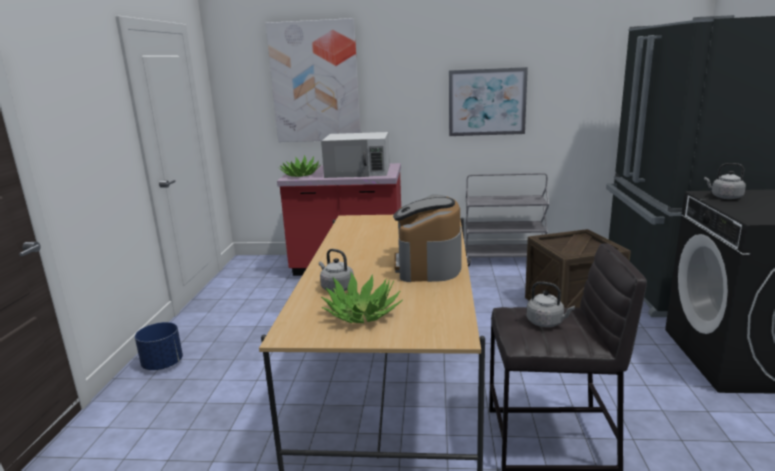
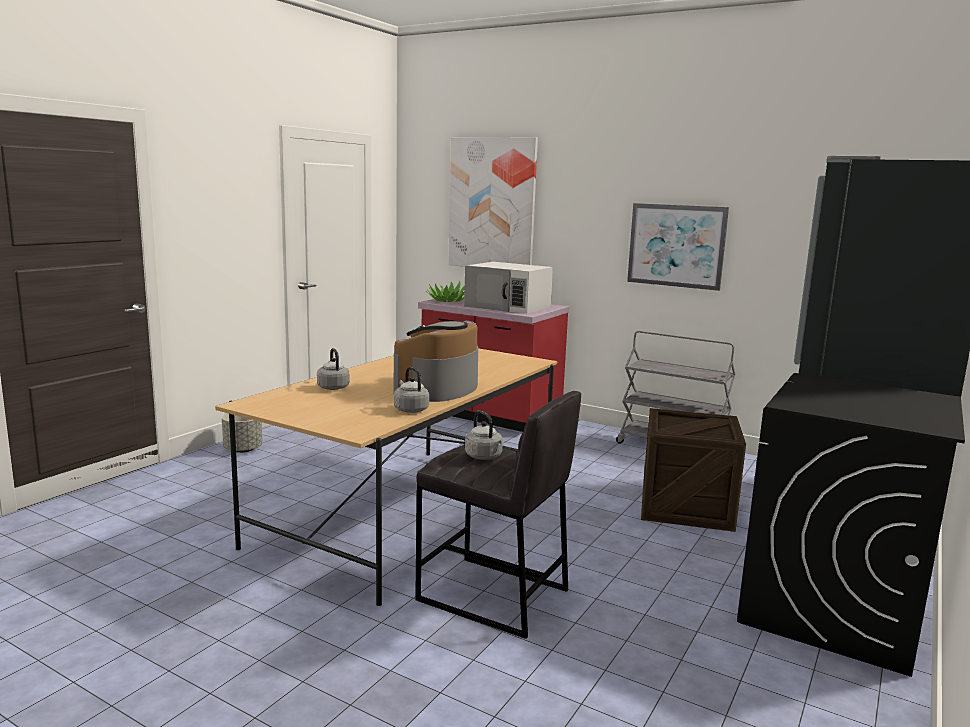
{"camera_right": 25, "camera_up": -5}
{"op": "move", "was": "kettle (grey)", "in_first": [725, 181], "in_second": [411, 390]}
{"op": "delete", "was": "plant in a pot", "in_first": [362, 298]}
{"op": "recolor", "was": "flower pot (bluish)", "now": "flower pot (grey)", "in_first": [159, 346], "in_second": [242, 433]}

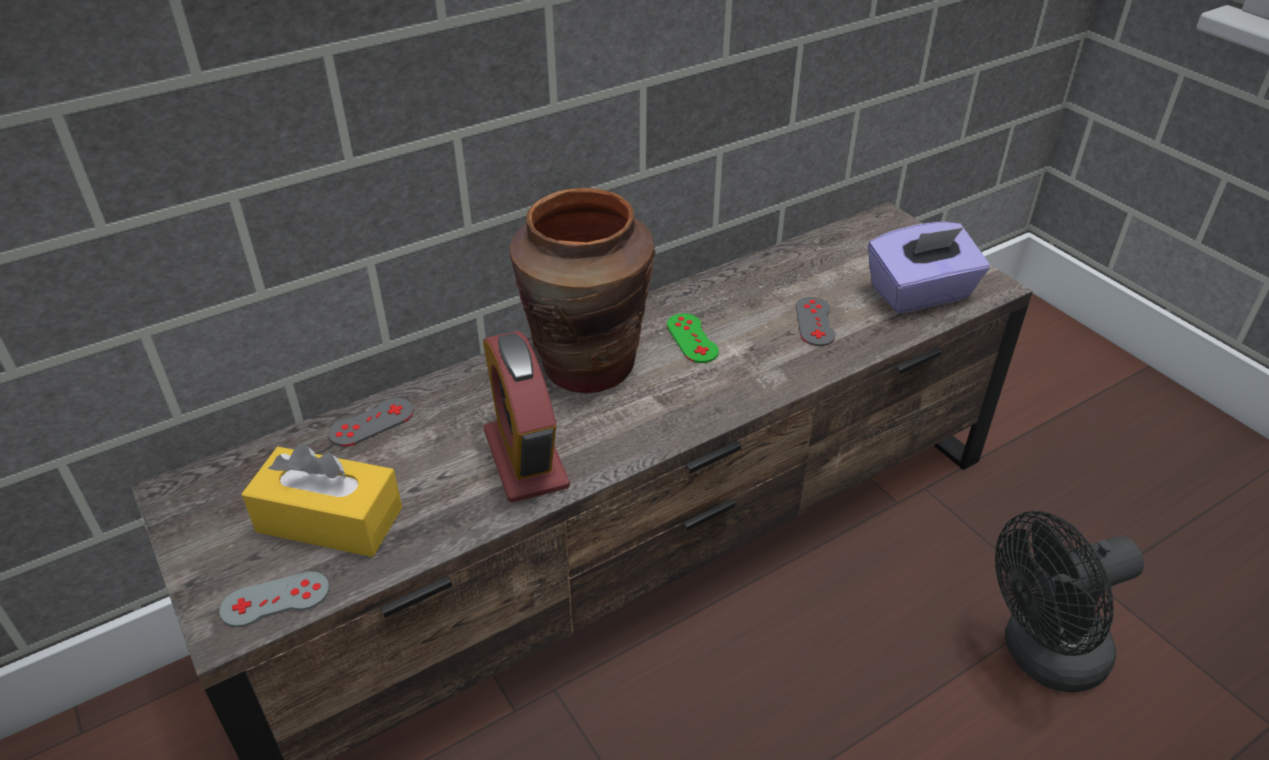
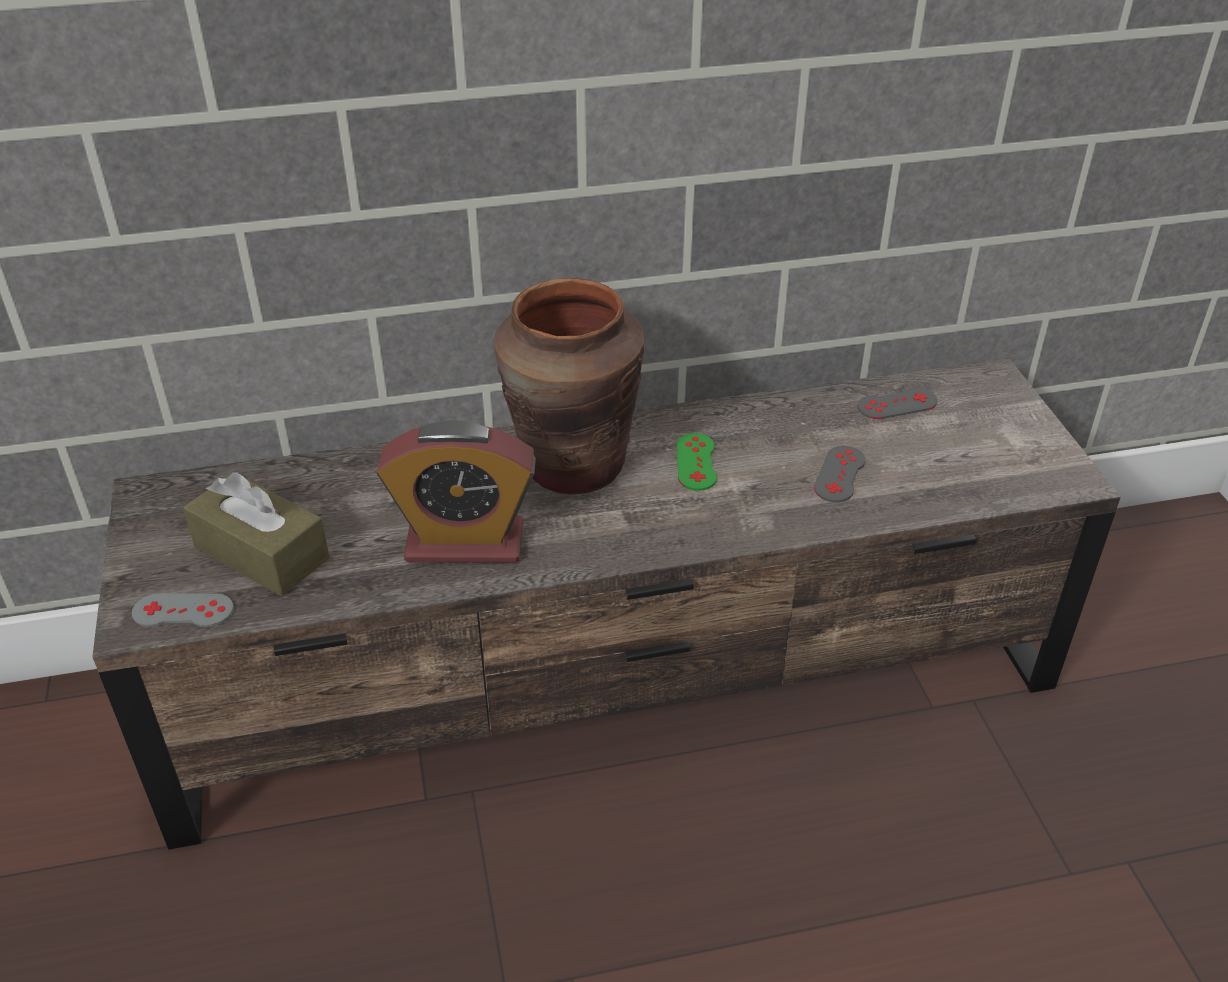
{"camera_right": 20, "camera_up": 0}
{"op": "delete", "was": "tissue box (purple)", "in_first": [929, 267]}
{"op": "rotate", "was": "alarm clock", "in_first": [526, 417], "in_second": [456, 491], "clockwise": -90}
{"op": "move", "was": "game controller (grey)", "in_first": [371, 422], "in_second": [897, 403]}
{"op": "recolor", "was": "tissue box (yellow)", "now": "tissue box (brown-coloured)", "in_first": [322, 500], "in_second": [256, 534]}
{"op": "delete", "was": "fan (blackish)", "in_first": [1069, 602]}

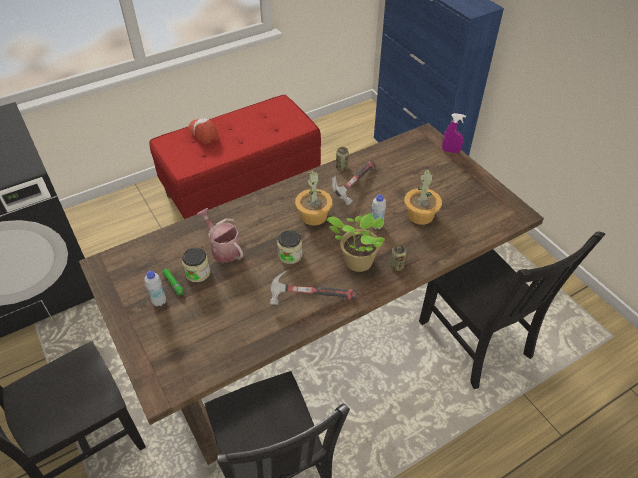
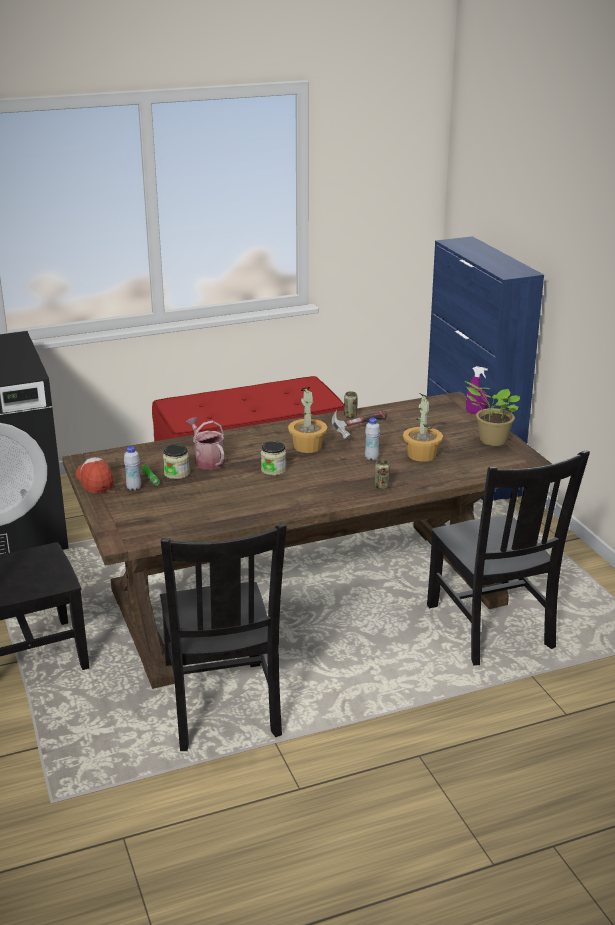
{"camera_right": 10, "camera_up": -20}
{"op": "move", "was": "peaked cap", "in_first": [203, 131], "in_second": [94, 475]}
{"op": "move", "was": "plant in a pot", "in_first": [355, 242], "in_second": [492, 413]}
{"op": "delete", "was": "tool hammer", "in_first": [313, 287]}

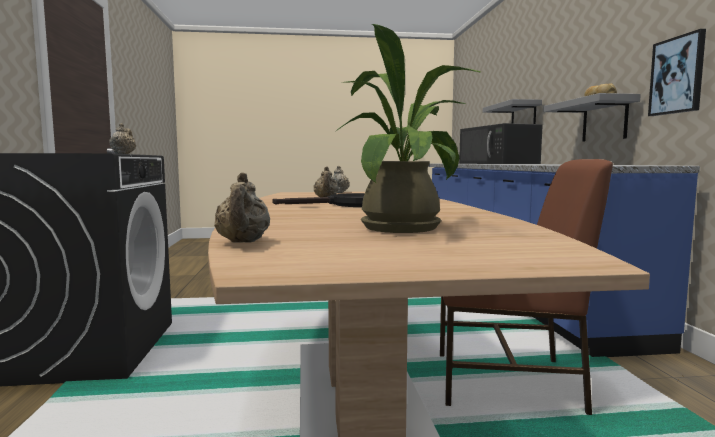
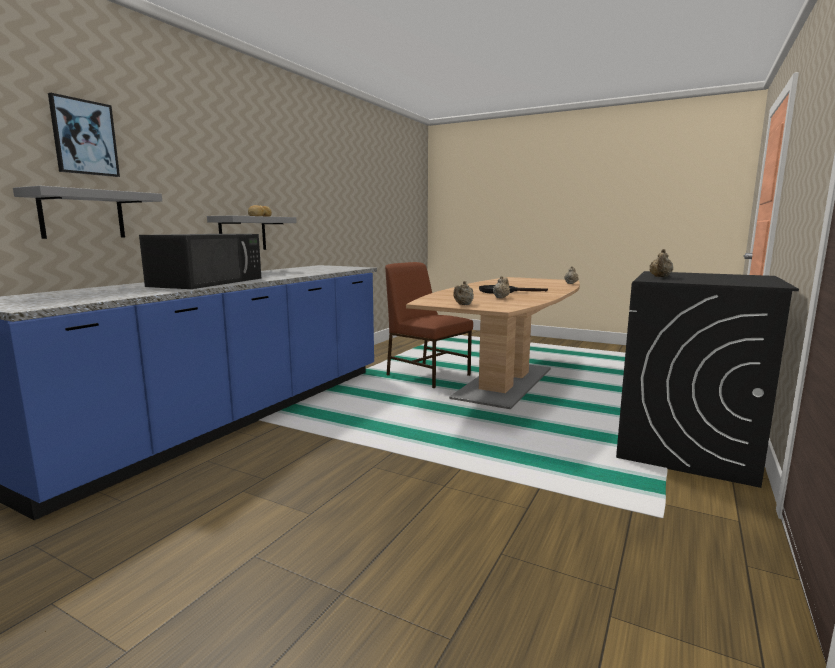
{"camera_right": -145, "camera_up": 5}
{"op": "delete", "was": "plant in a pot", "in_first": [408, 128]}
{"op": "move", "was": "wall art", "in_first": [677, 72], "in_second": [84, 135]}

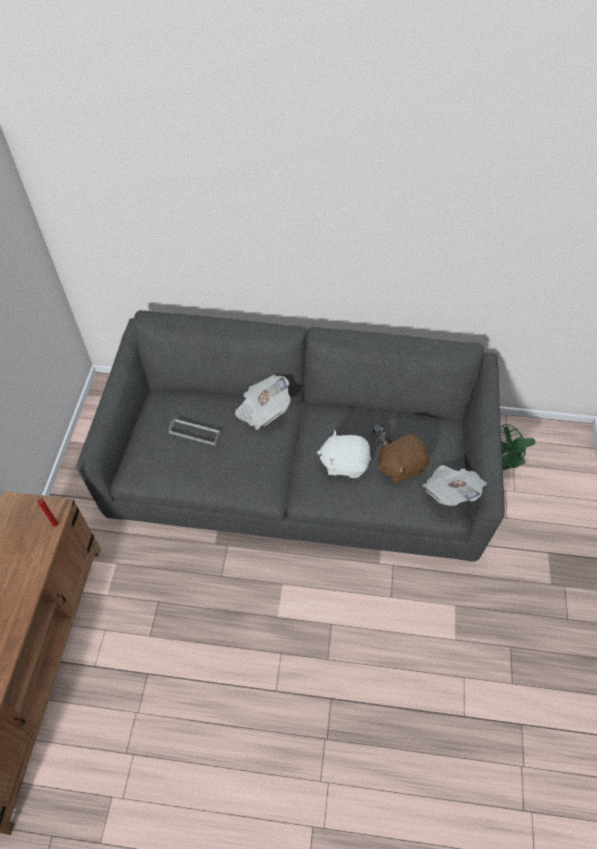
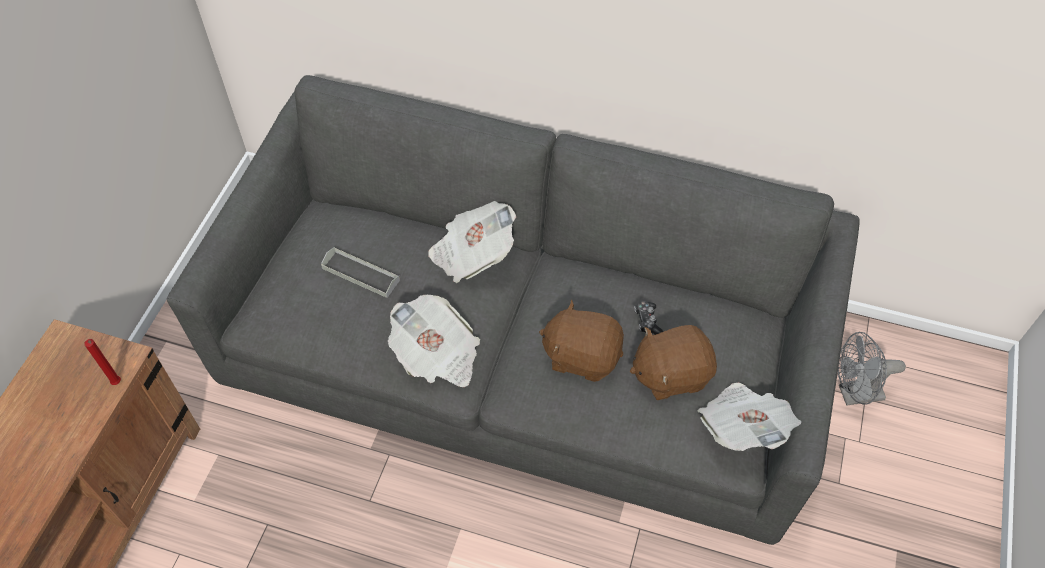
{"camera_right": 10, "camera_up": 0}
{"op": "recolor", "was": "fan (green)", "now": "fan (grey)", "in_first": [518, 447], "in_second": [872, 369]}
{"op": "recolor", "was": "plush toy (white)", "now": "plush toy (brown-coloured)", "in_first": [344, 453], "in_second": [581, 341]}
{"op": "insert", "now": "printed paper", "in_second": [434, 341]}

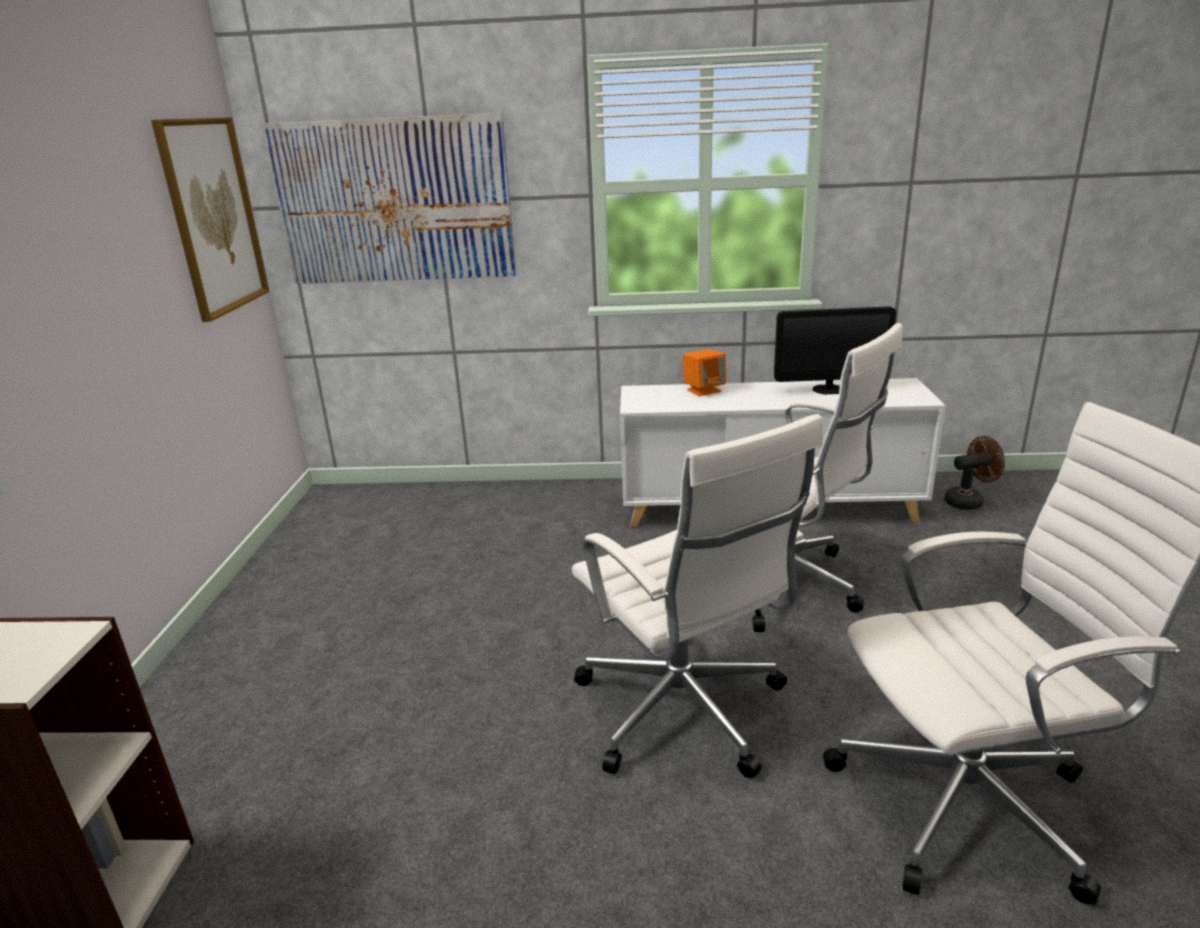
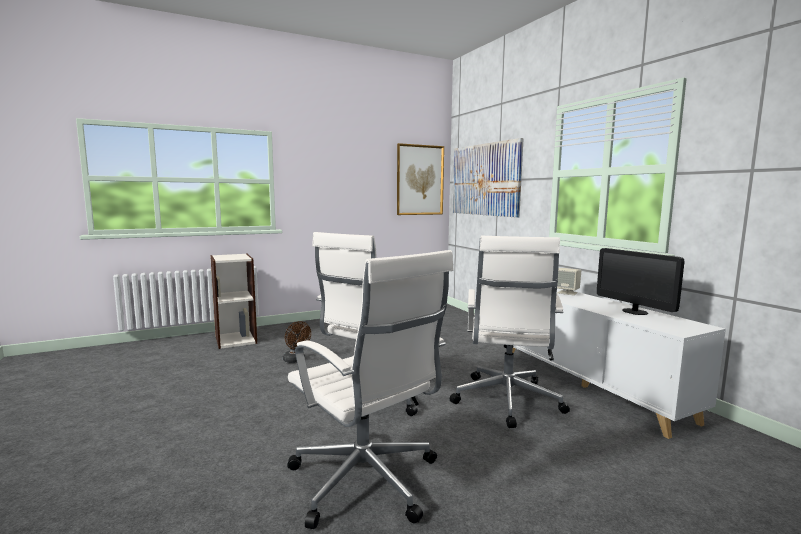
{"camera_right": 60, "camera_up": -15}
{"op": "recolor", "was": "audio speaker (orange)", "now": "audio speaker (sand-coloured)", "in_first": [704, 372], "in_second": [569, 282]}
{"op": "move", "was": "fan (brown-coloured)", "in_first": [974, 473], "in_second": [297, 342]}

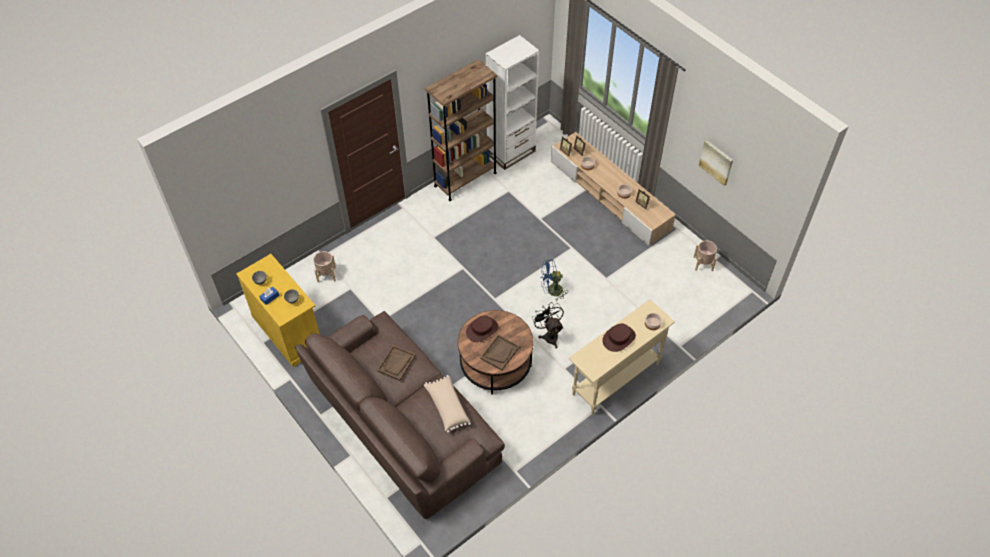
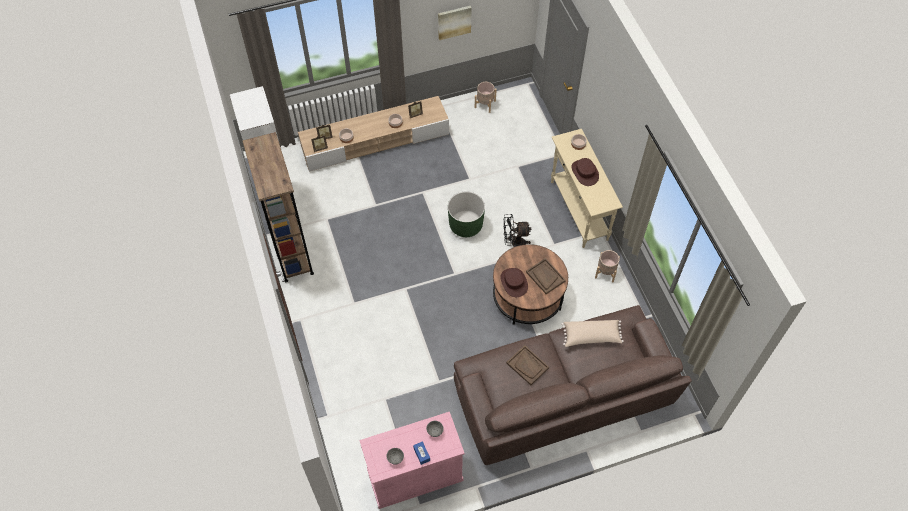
{"camera_right": -70, "camera_up": 5}
{"op": "move", "was": "flower pot (sand-coloured)", "in_first": [325, 266], "in_second": [607, 266]}
{"op": "recolor", "was": "storage cabinet (yellow)", "now": "storage cabinet (pink-coloured)", "in_first": [278, 310], "in_second": [412, 460]}
{"op": "replace", "was": "fan (bluish)", "now": "flower pot (green)", "in_first": [553, 280], "in_second": [466, 214]}

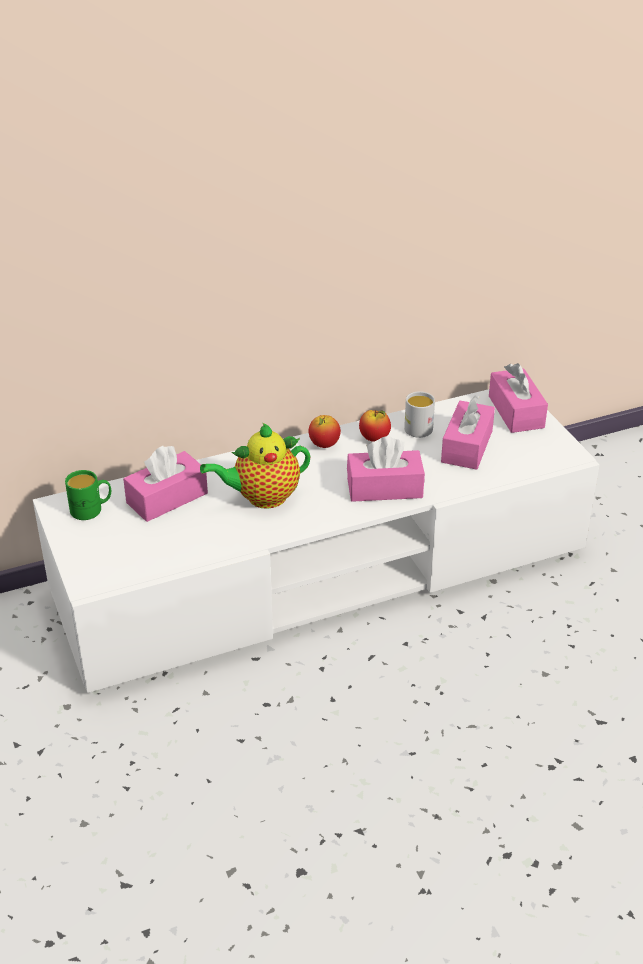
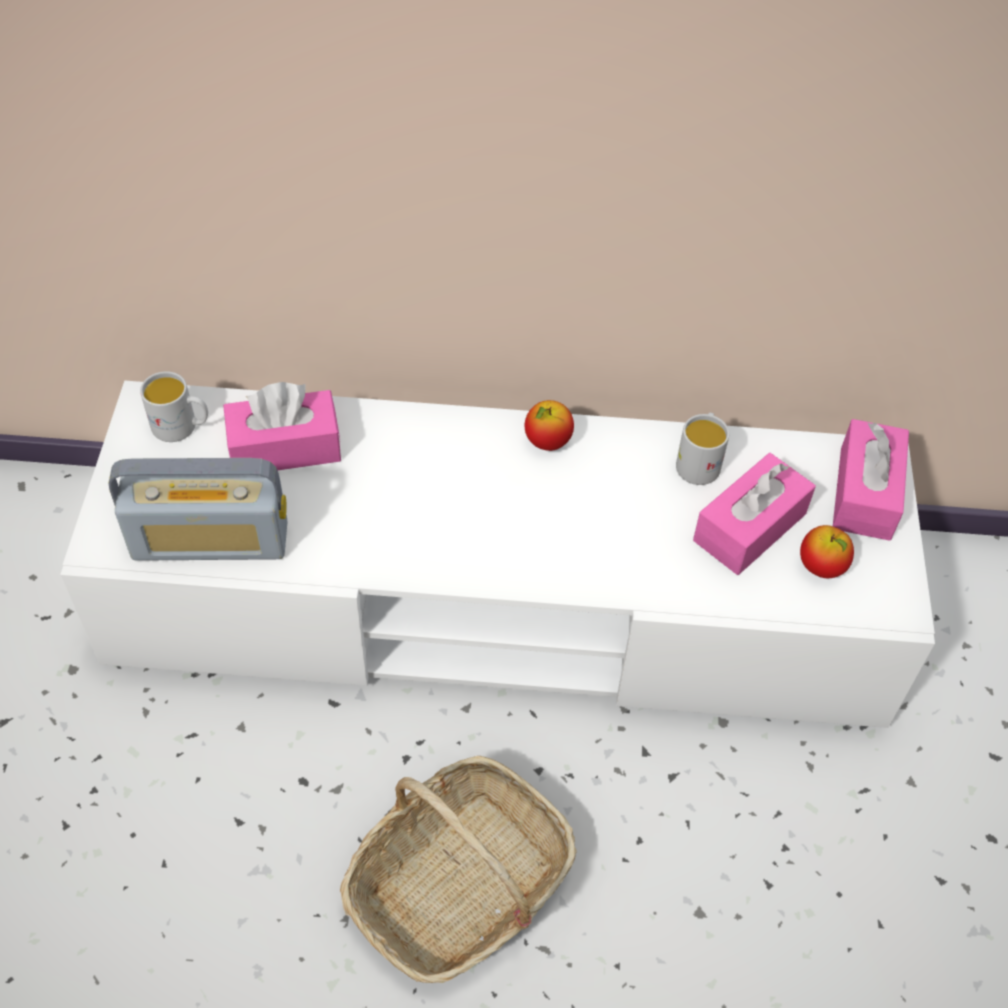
{"camera_right": 25, "camera_up": 15}
{"op": "move", "was": "whole apple", "in_first": [375, 426], "in_second": [827, 551]}
{"op": "delete", "was": "pot for tea", "in_first": [255, 466]}
{"op": "delete", "was": "tissue box (pink-coloured)", "in_first": [386, 469]}
{"op": "recolor", "was": "coffee mug (green)", "now": "coffee mug (white)", "in_first": [88, 495], "in_second": [174, 406]}
{"op": "insert", "now": "radio set", "in_second": [198, 509]}
{"op": "insert", "now": "household basket", "in_second": [458, 869]}

